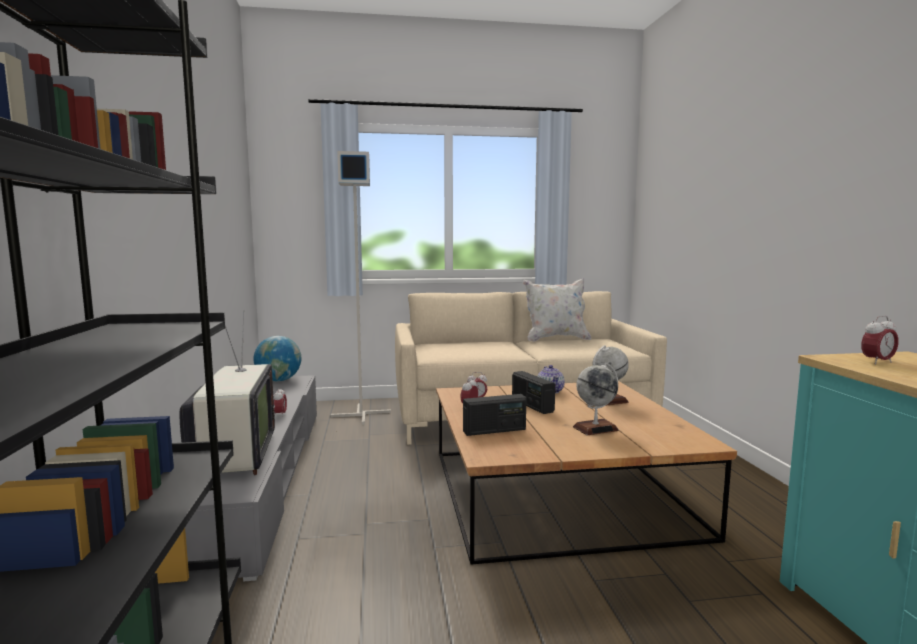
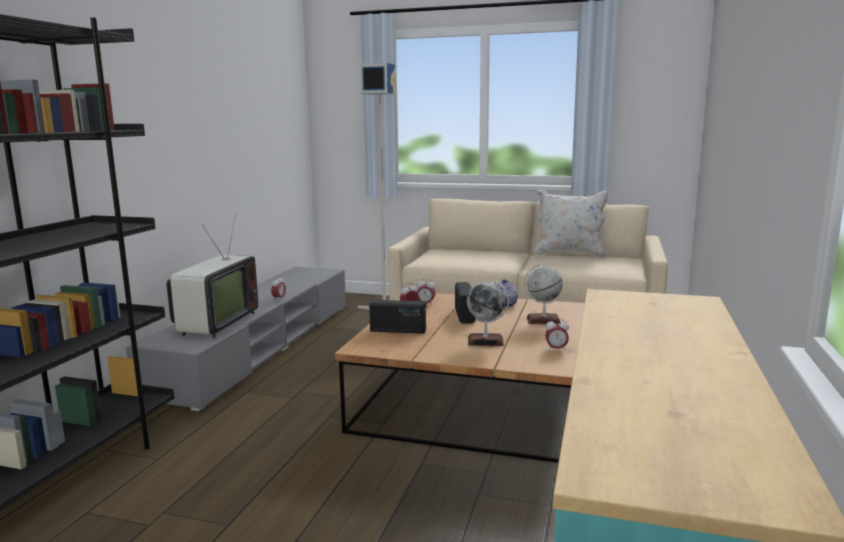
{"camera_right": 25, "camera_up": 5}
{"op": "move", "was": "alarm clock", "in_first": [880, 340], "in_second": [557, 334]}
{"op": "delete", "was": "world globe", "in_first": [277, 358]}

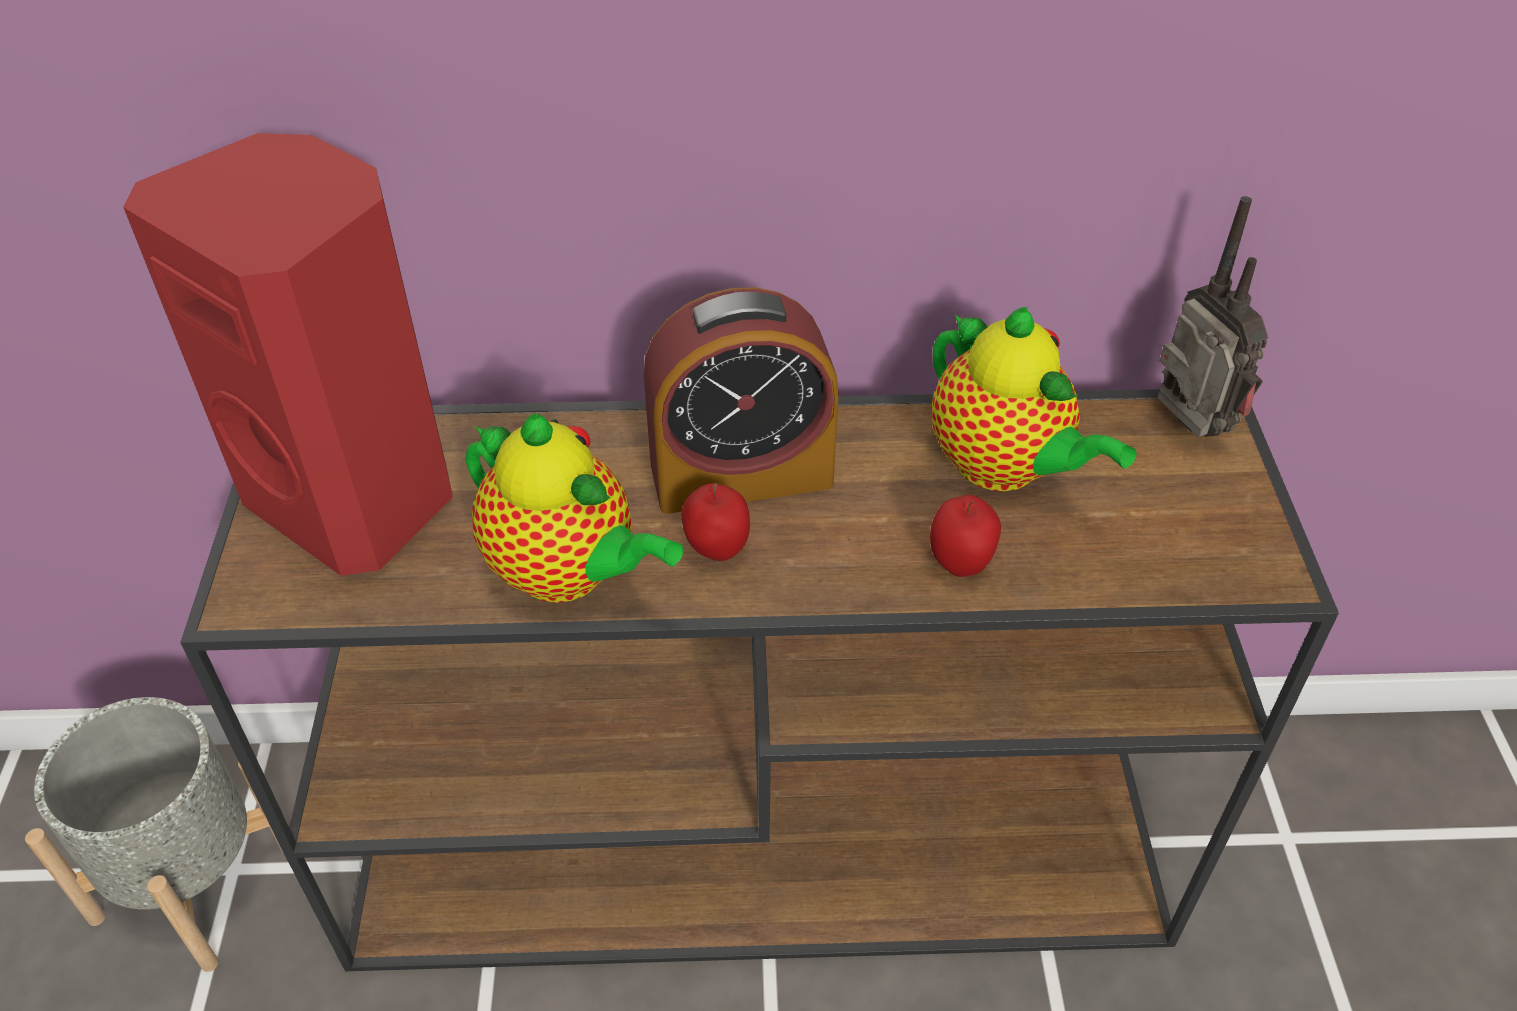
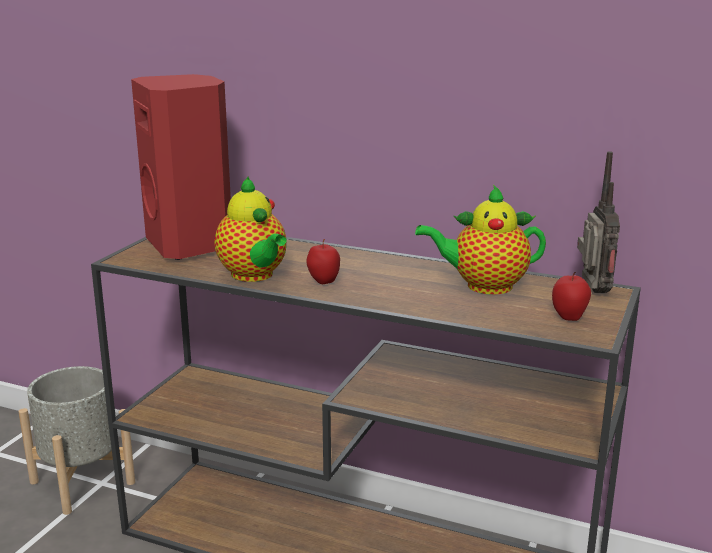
{"camera_right": 25, "camera_up": -25}
{"op": "delete", "was": "alarm clock", "in_first": [741, 400]}
{"op": "rotate", "was": "pot for tea", "in_first": [1034, 399], "in_second": [480, 240], "clockwise": 105}
{"op": "move", "was": "whole apple", "in_first": [965, 536], "in_second": [571, 296]}

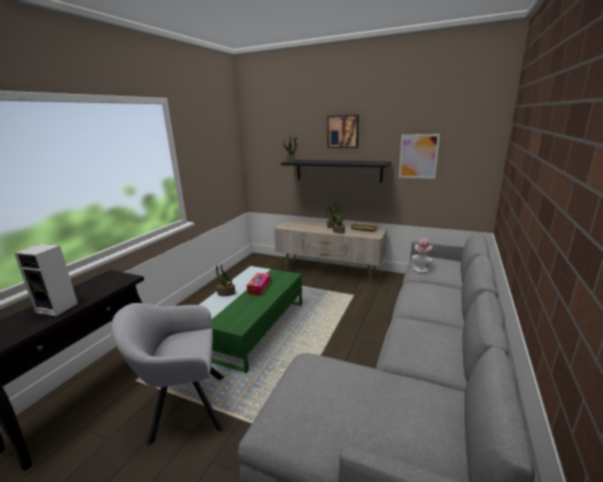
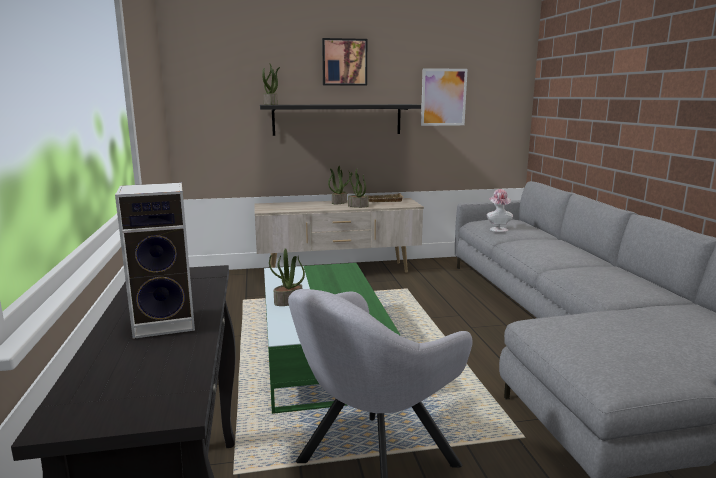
{"camera_right": -35, "camera_up": -5}
{"op": "delete", "was": "tissue box", "in_first": [259, 284]}

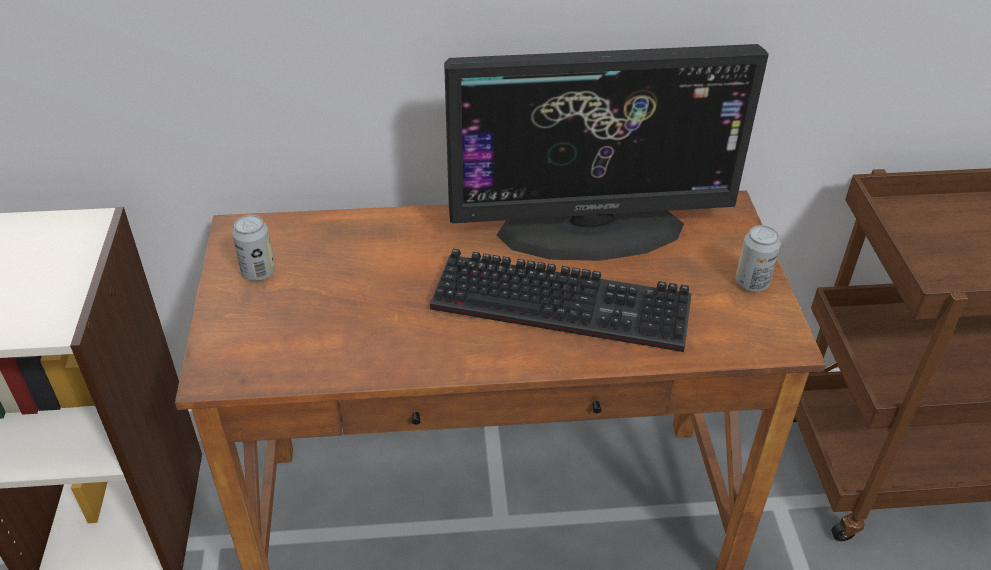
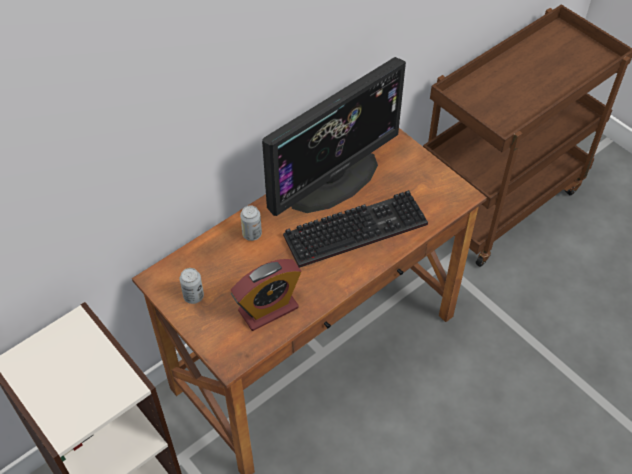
{"camera_right": -35, "camera_up": 10}
{"op": "move", "was": "can", "in_first": [757, 258], "in_second": [251, 223]}
{"op": "insert", "now": "alarm clock", "in_second": [266, 295]}

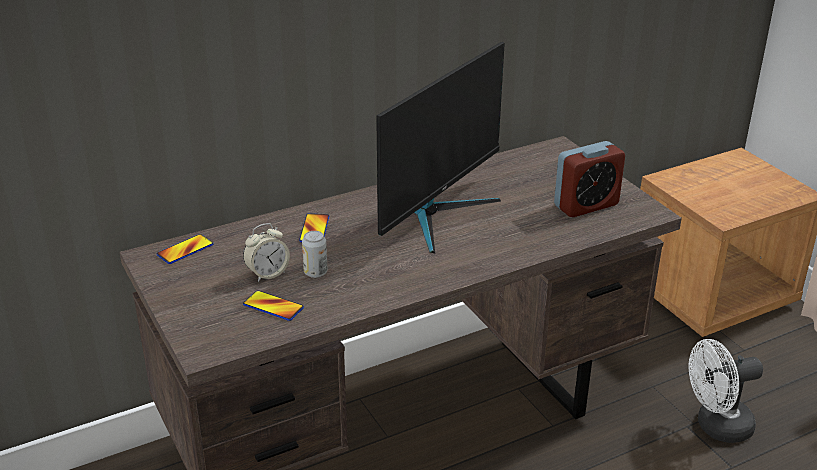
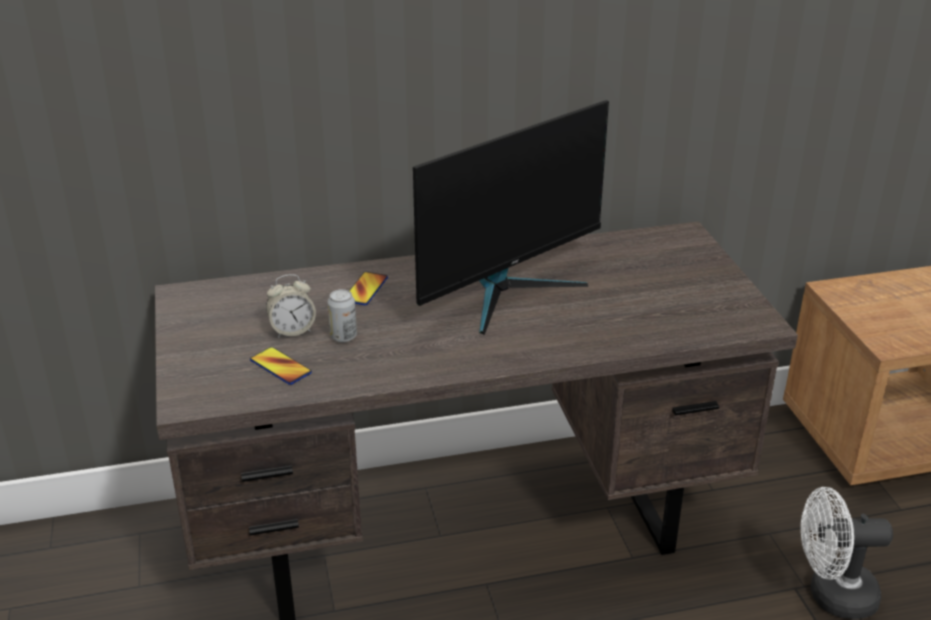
{"camera_right": 15, "camera_up": 0}
{"op": "delete", "was": "alarm clock", "in_first": [589, 179]}
{"op": "delete", "was": "phone", "in_first": [185, 249]}

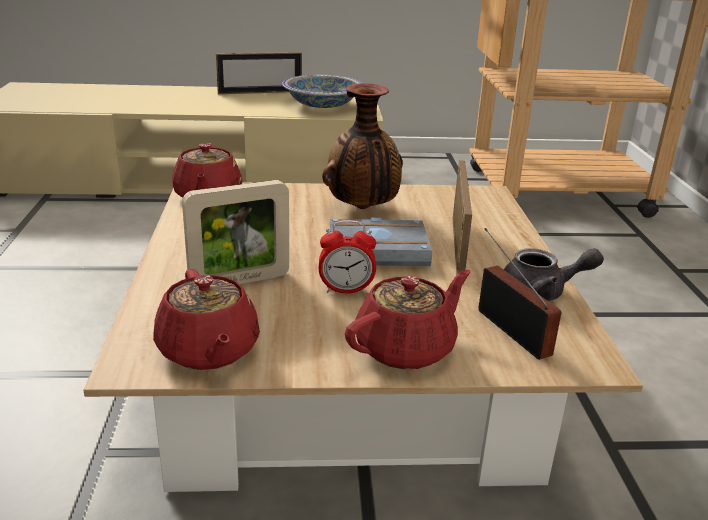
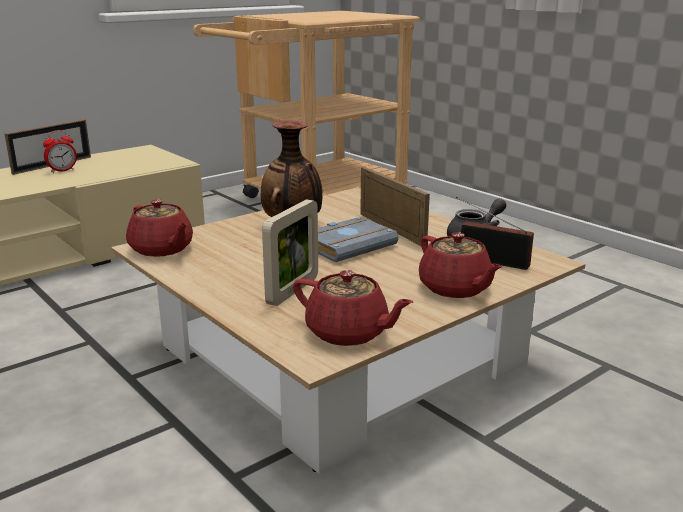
{"camera_right": -35, "camera_up": -5}
{"op": "delete", "was": "serving bowl", "in_first": [321, 91]}
{"op": "move", "was": "alarm clock", "in_first": [347, 257], "in_second": [60, 151]}
{"op": "rotate", "was": "pot for tea (red-coloured)", "in_first": [408, 319], "in_second": [460, 265], "clockwise": 135}

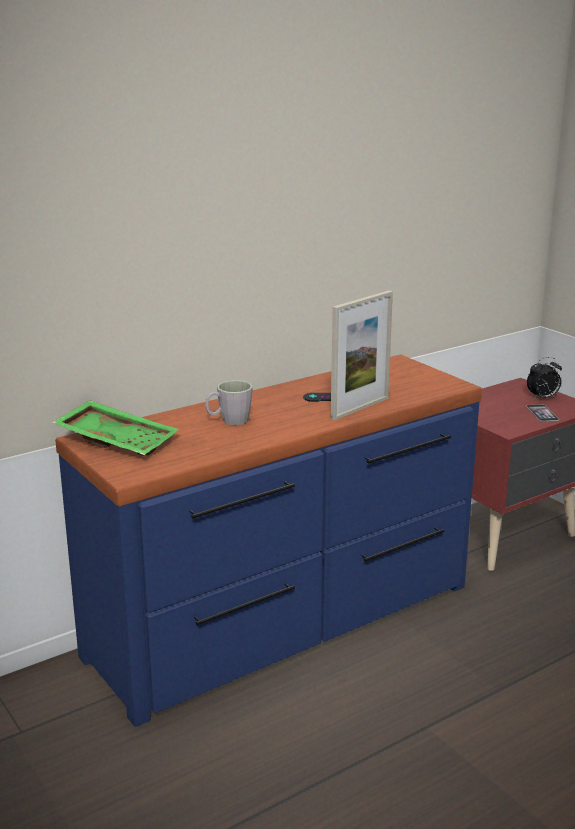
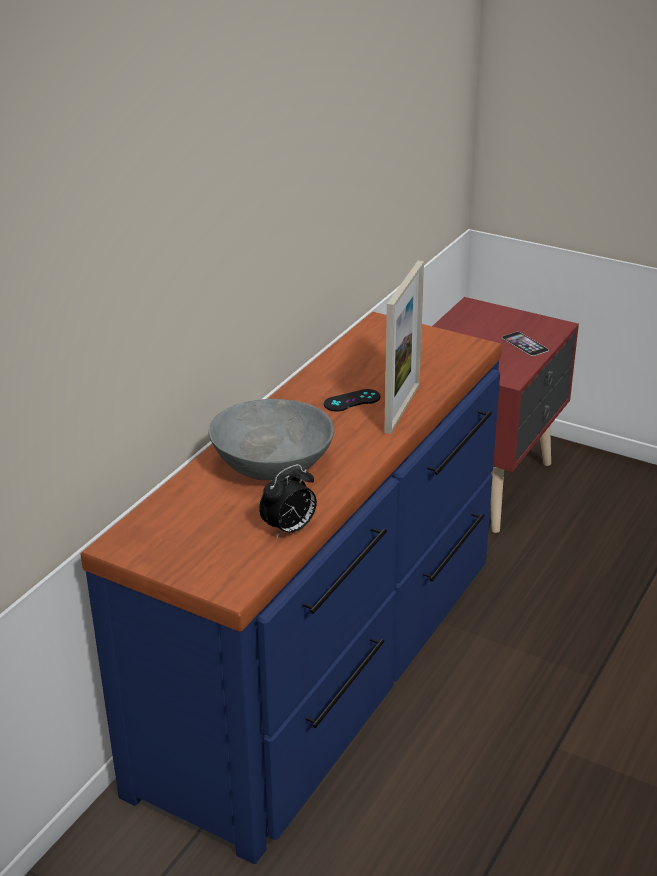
{"camera_right": -25, "camera_up": 10}
{"op": "move", "was": "alarm clock", "in_first": [544, 378], "in_second": [288, 501]}
{"op": "replace", "was": "coffee mug (grey)", "now": "serving bowl (grey)", "in_first": [229, 402], "in_second": [271, 439]}
{"op": "delete", "was": "tray (green)", "in_first": [115, 428]}

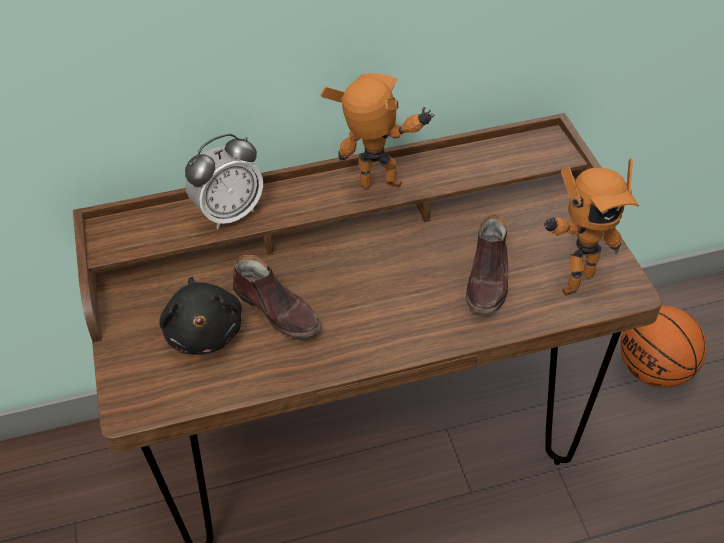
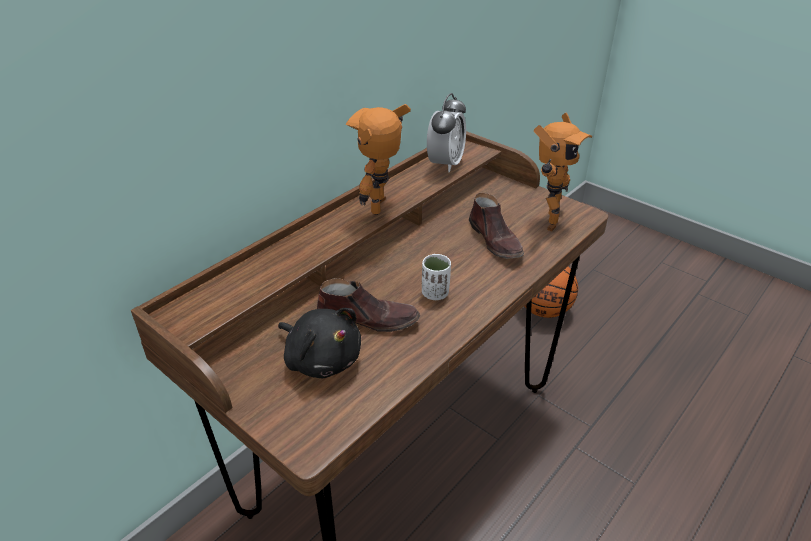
{"camera_right": -35, "camera_up": -10}
{"op": "rotate", "was": "model robot", "in_first": [378, 130], "in_second": [378, 159], "clockwise": -45}
{"op": "move", "was": "alarm clock", "in_first": [224, 181], "in_second": [446, 133]}
{"op": "insert", "now": "cup (white)", "in_second": [436, 277]}

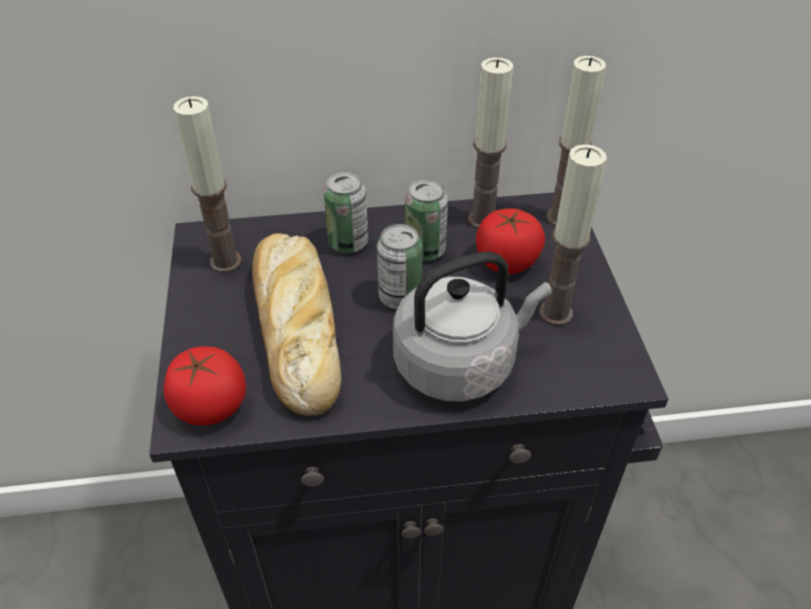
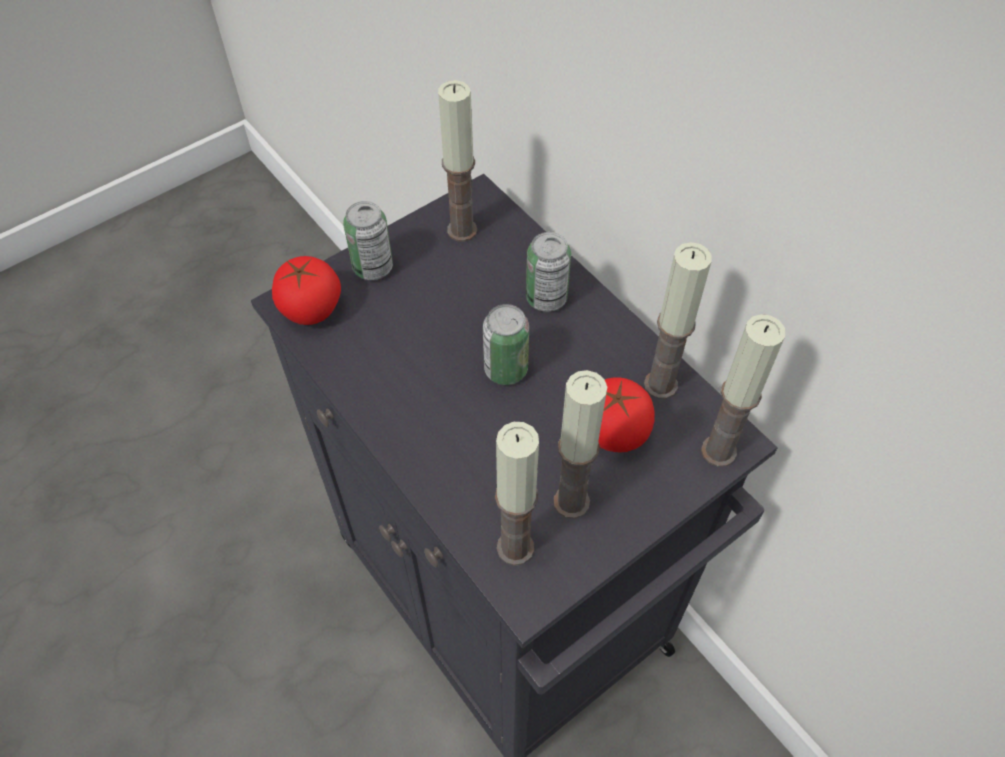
{"camera_right": 60, "camera_up": 10}
{"op": "move", "was": "can", "in_first": [426, 220], "in_second": [368, 240]}
{"op": "delete", "was": "baked bread", "in_first": [296, 324]}
{"op": "delete", "was": "kettle (grey)", "in_first": [472, 326]}
{"op": "insert", "now": "wax candle", "in_second": [517, 494]}

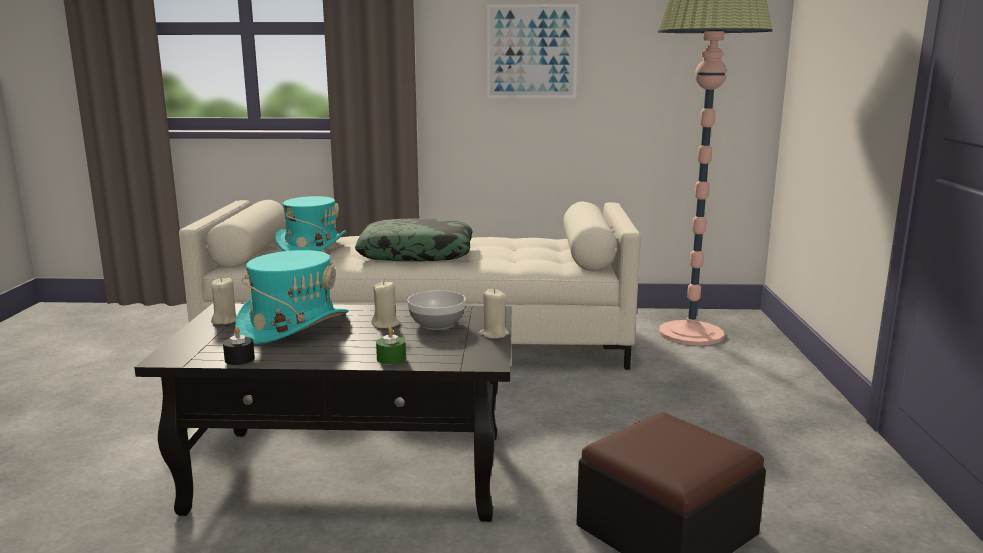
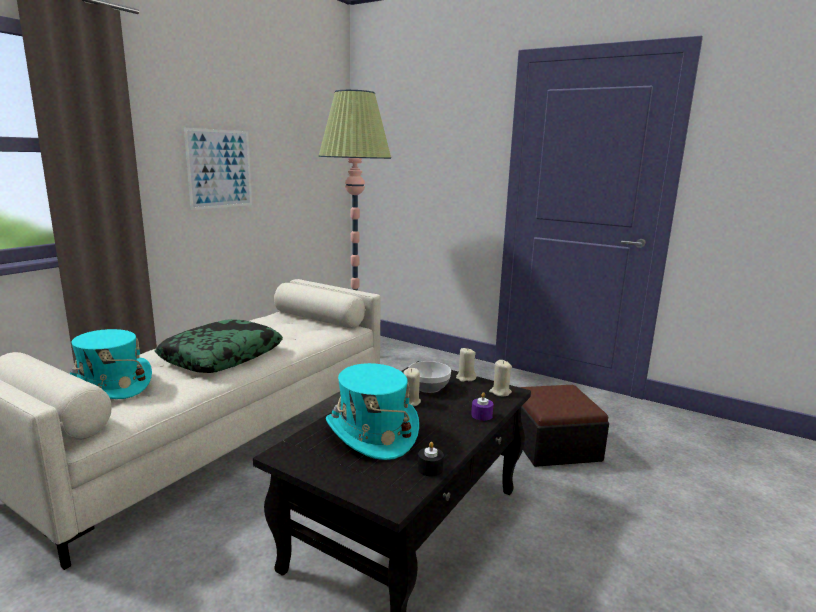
{"camera_right": -60, "camera_up": 0}
{"op": "move", "was": "wax candle (sand-coloured)", "in_first": [224, 300], "in_second": [500, 378]}
{"op": "recolor", "was": "wax candle (green)", "now": "wax candle (purple)", "in_first": [391, 346], "in_second": [482, 406]}

